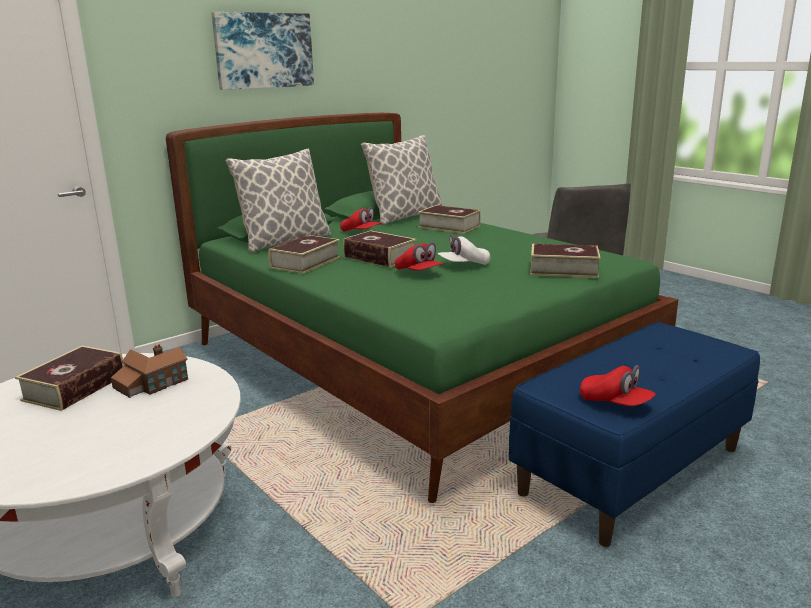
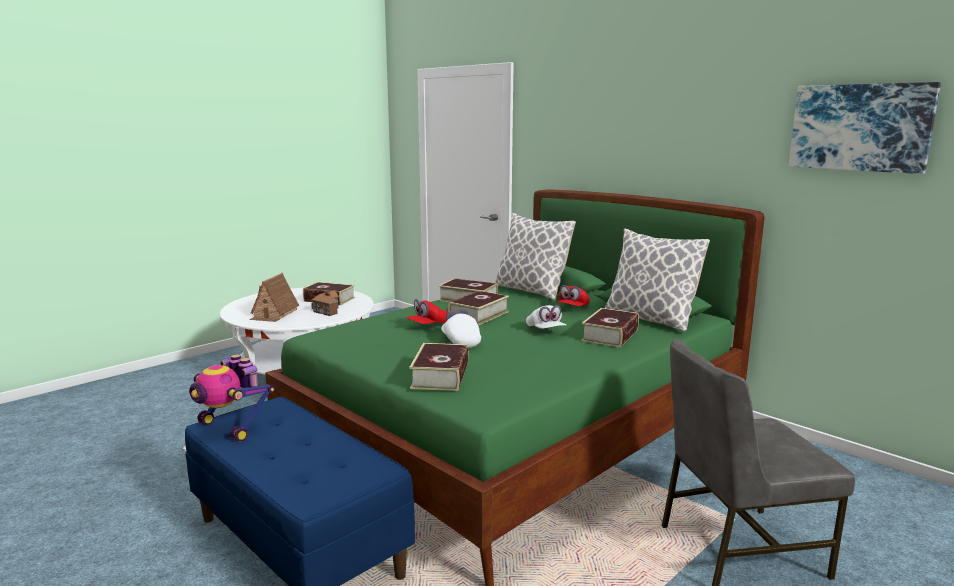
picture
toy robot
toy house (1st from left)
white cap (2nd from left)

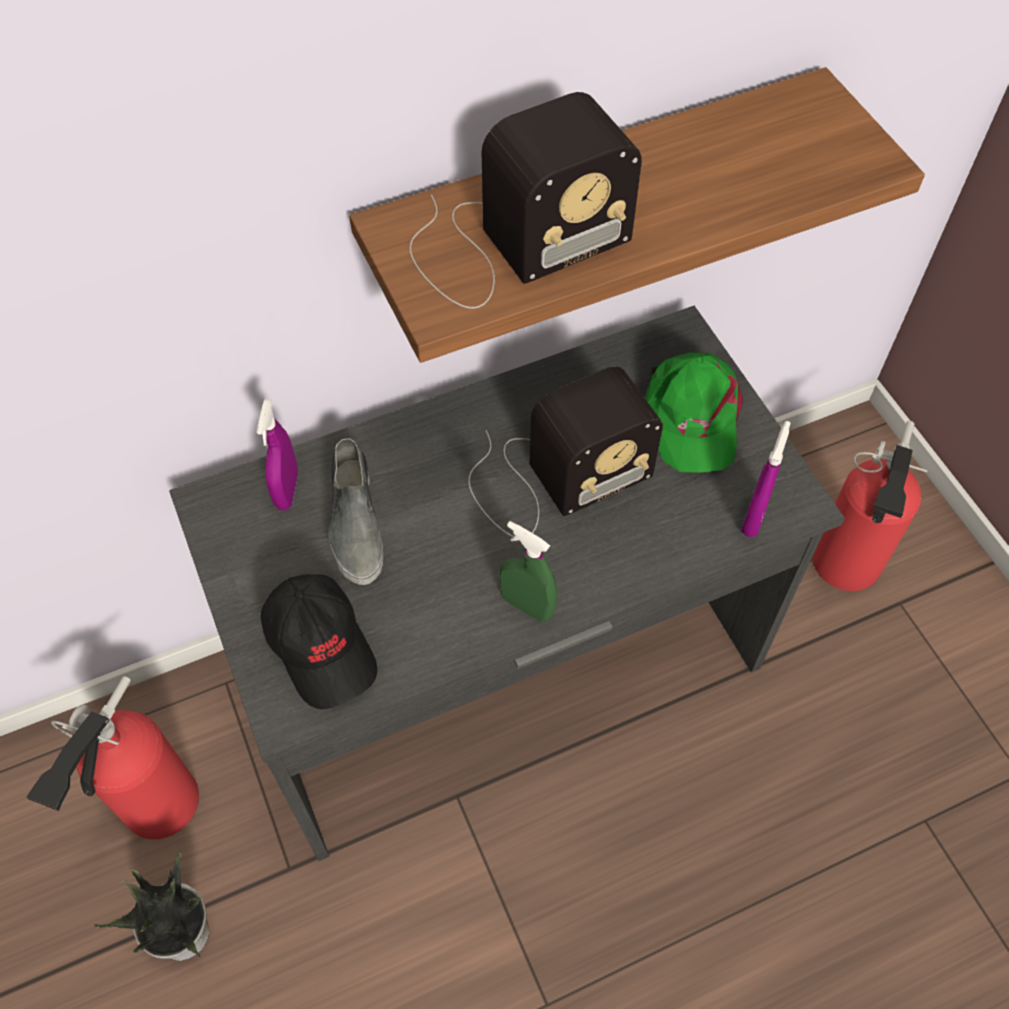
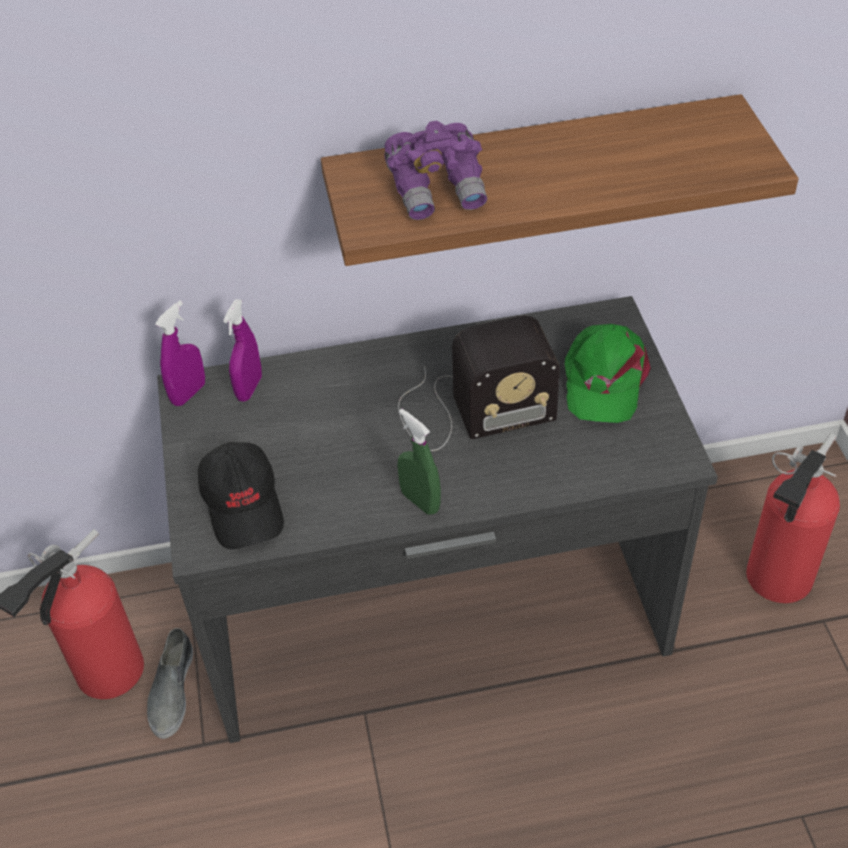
potted plant
grey shoe
purple binoculars
purple spray bottle (1st from left)

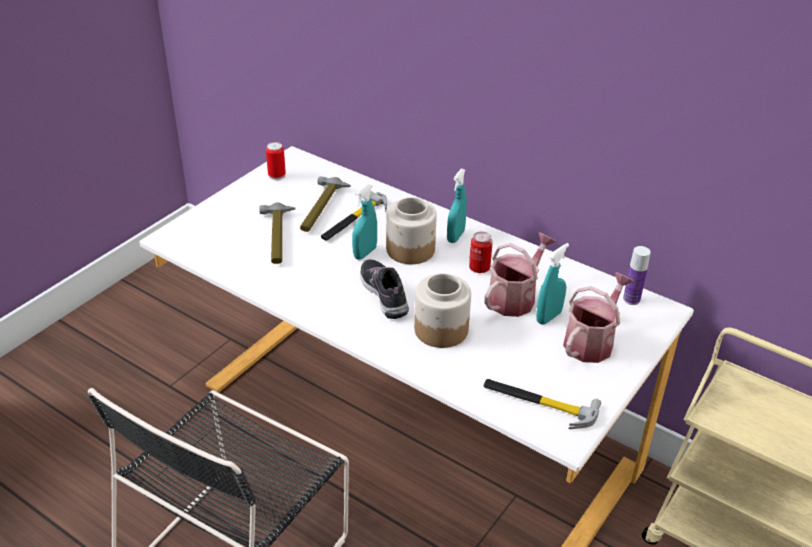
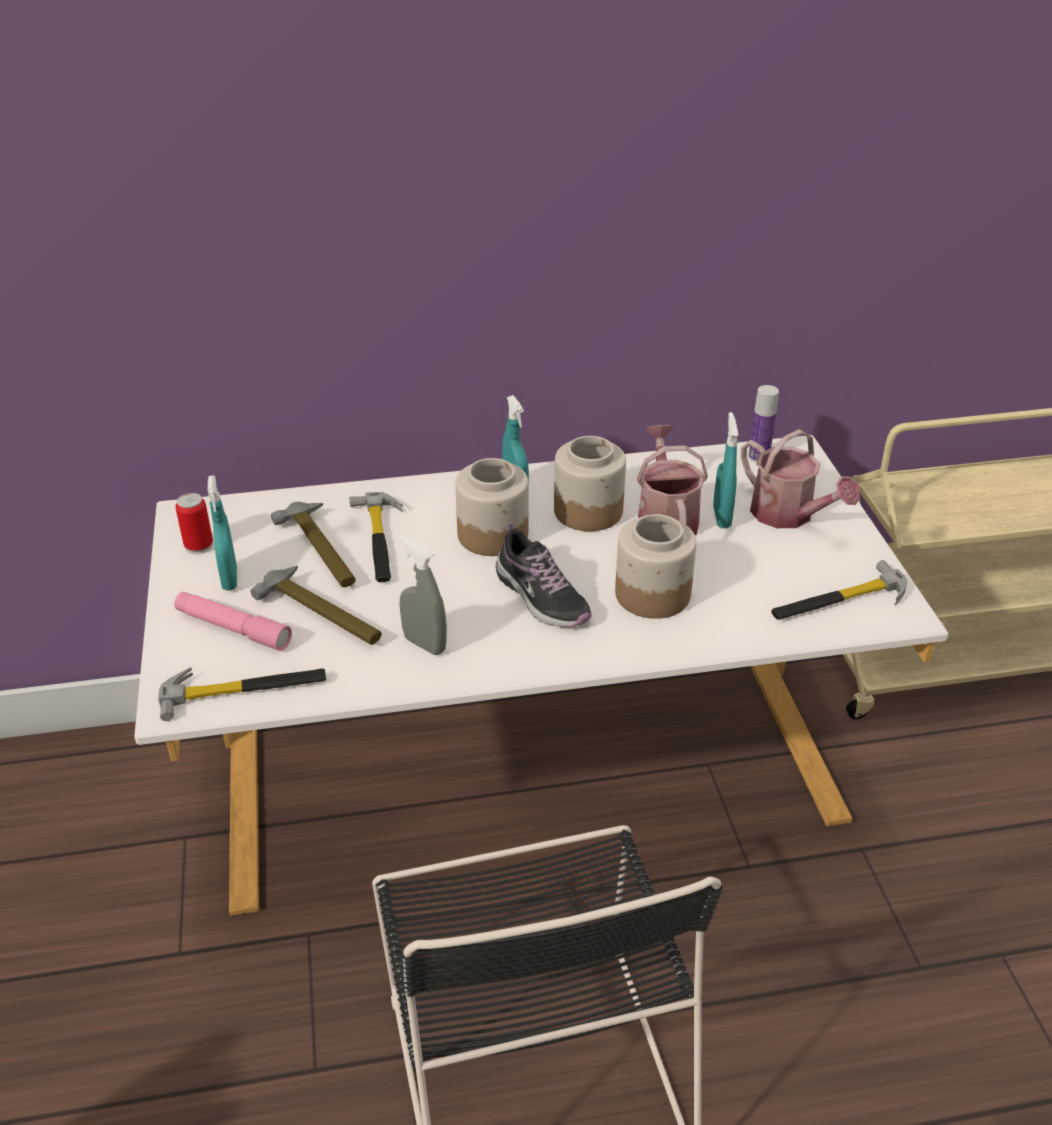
turquoise spray bottle (1st from left)
shoe
jar (2nd from left)
watering can (2nd from left)
hammer (1st from left)
pink flashlight
grey spray bottle

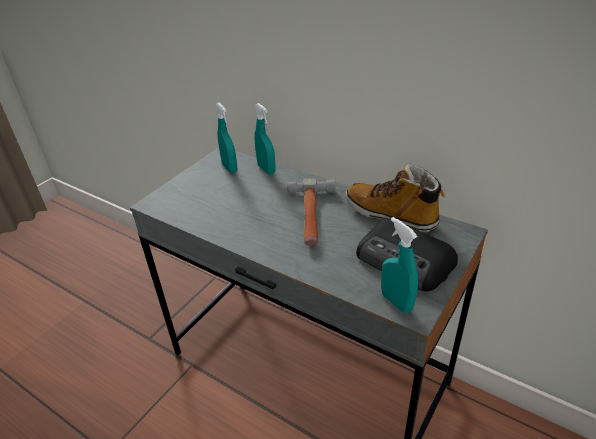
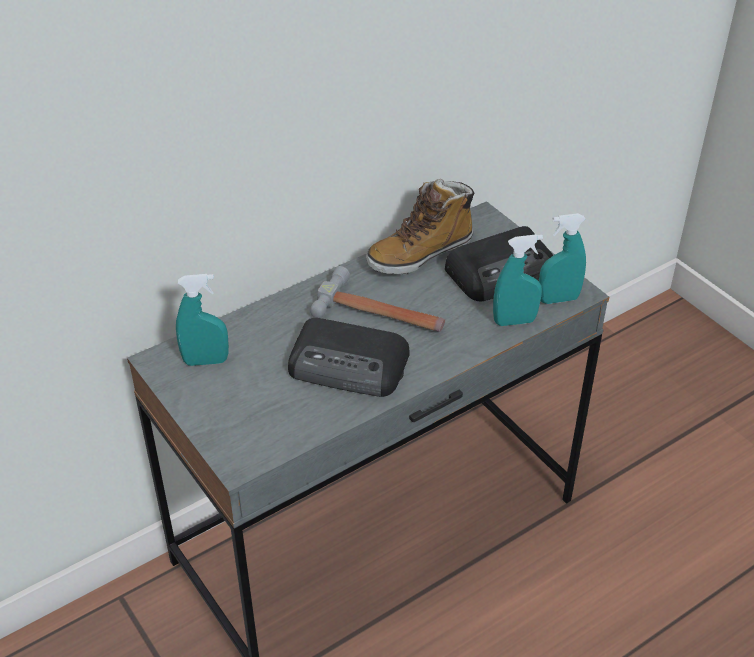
turquoise spray bottle (2nd from left)
radio (1st from left)

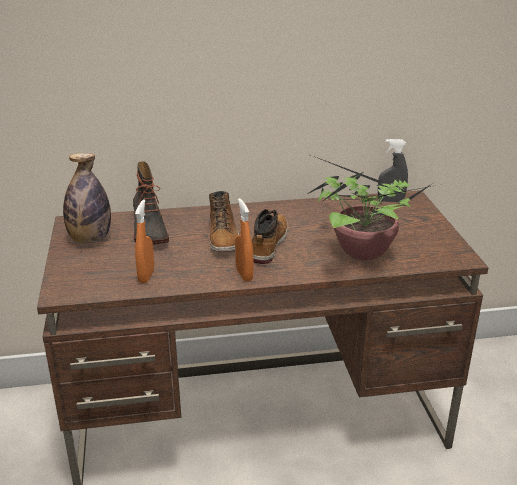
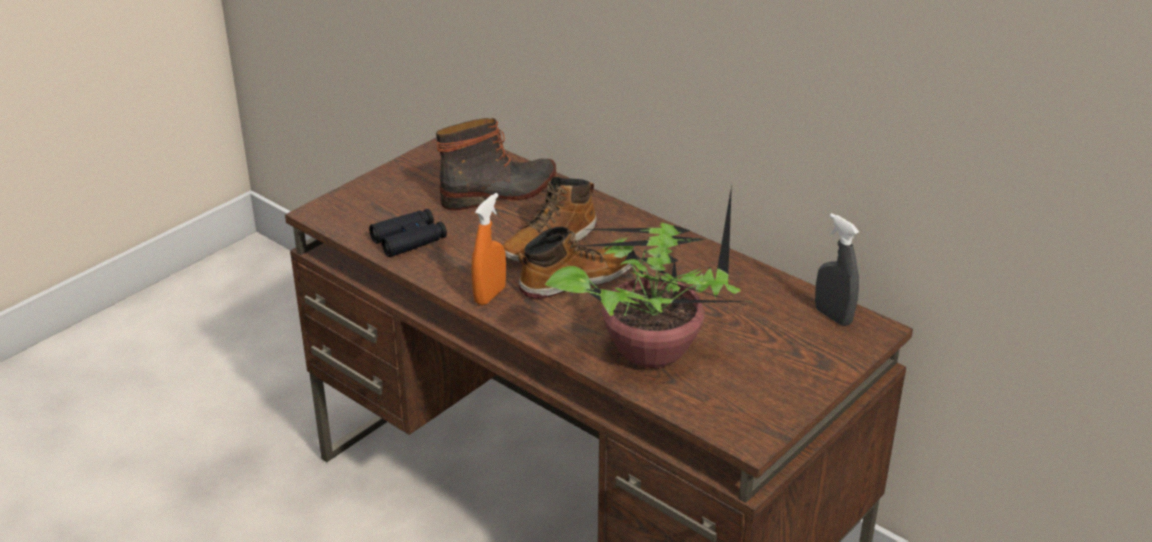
bottle
boot (1st from left)
black binoculars

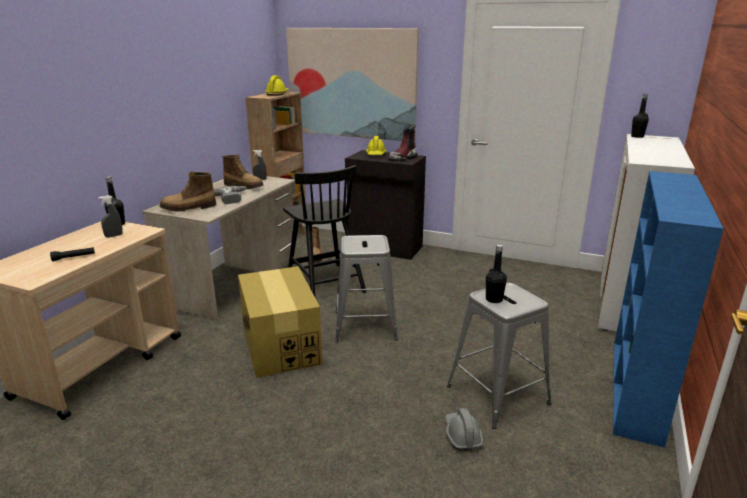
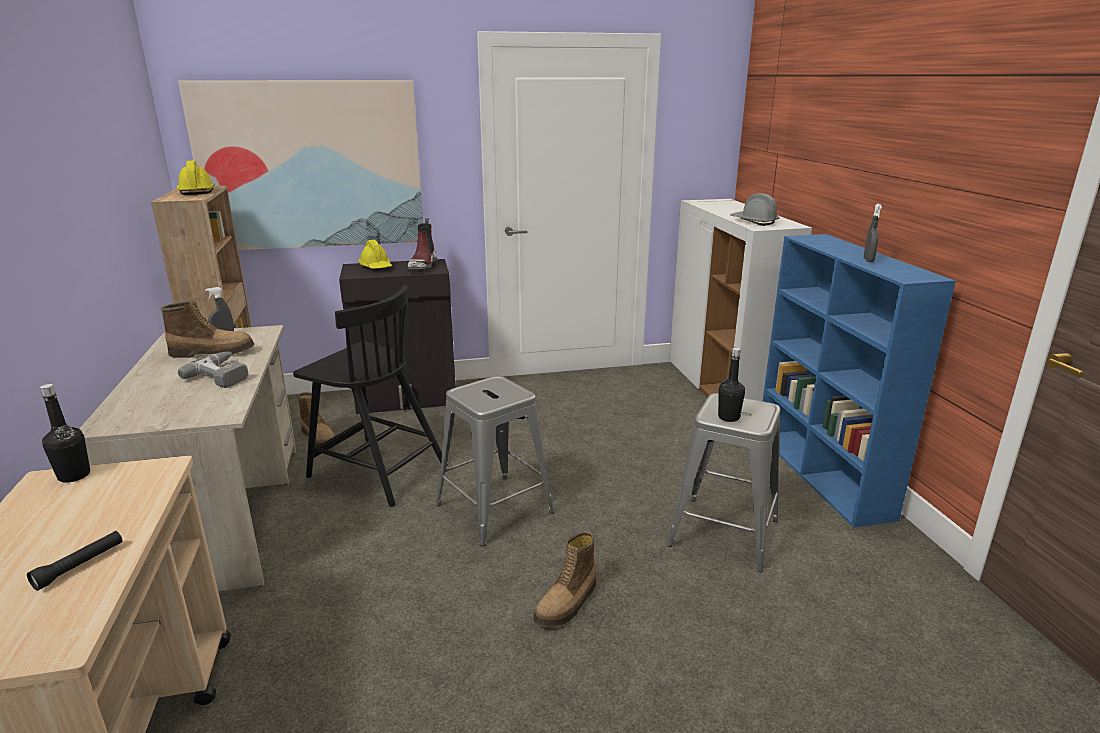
grey spray bottle (2nd from left)
boot (4th from left)
cardboard box
grey hard hat
black bottle (3rd from left in the first image)

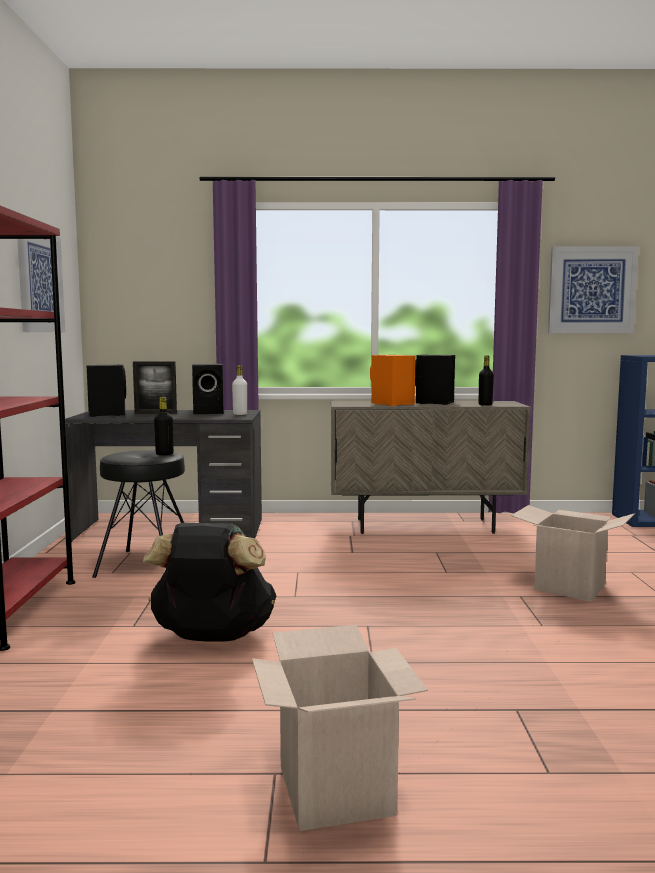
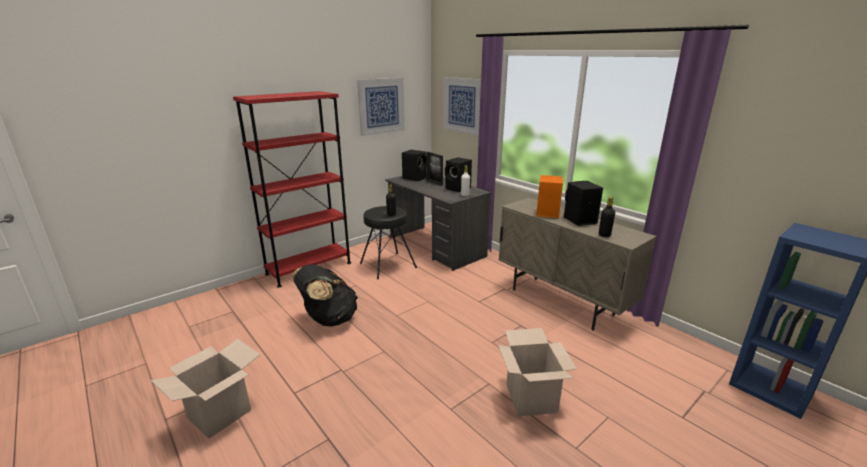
picture (2nd from left)

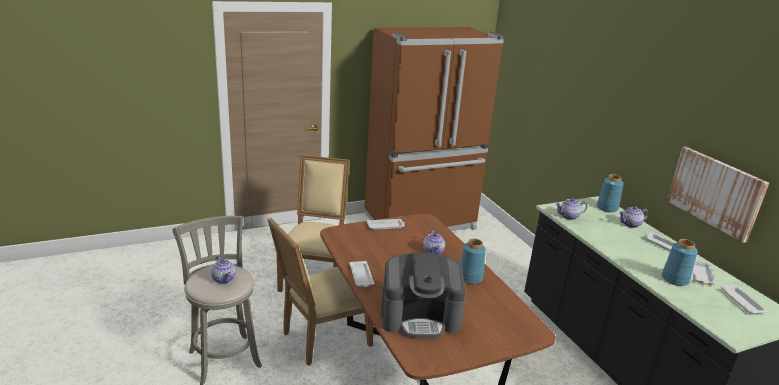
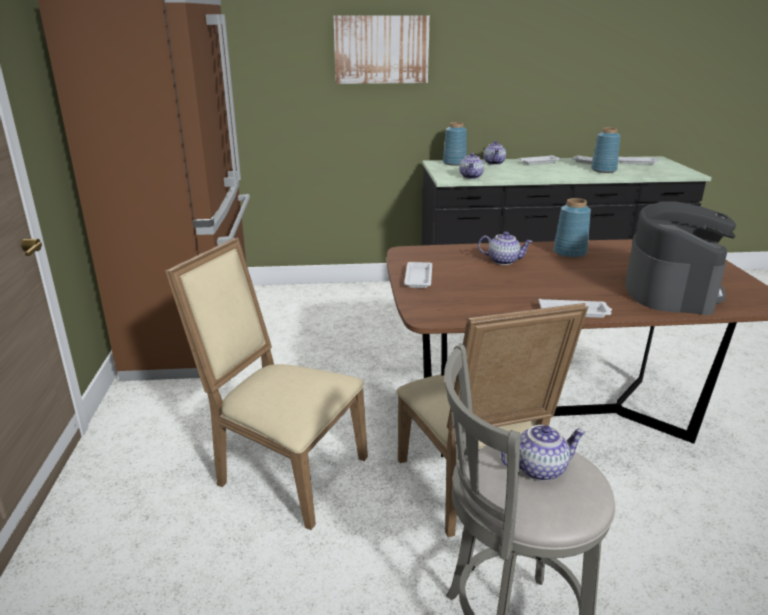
picture

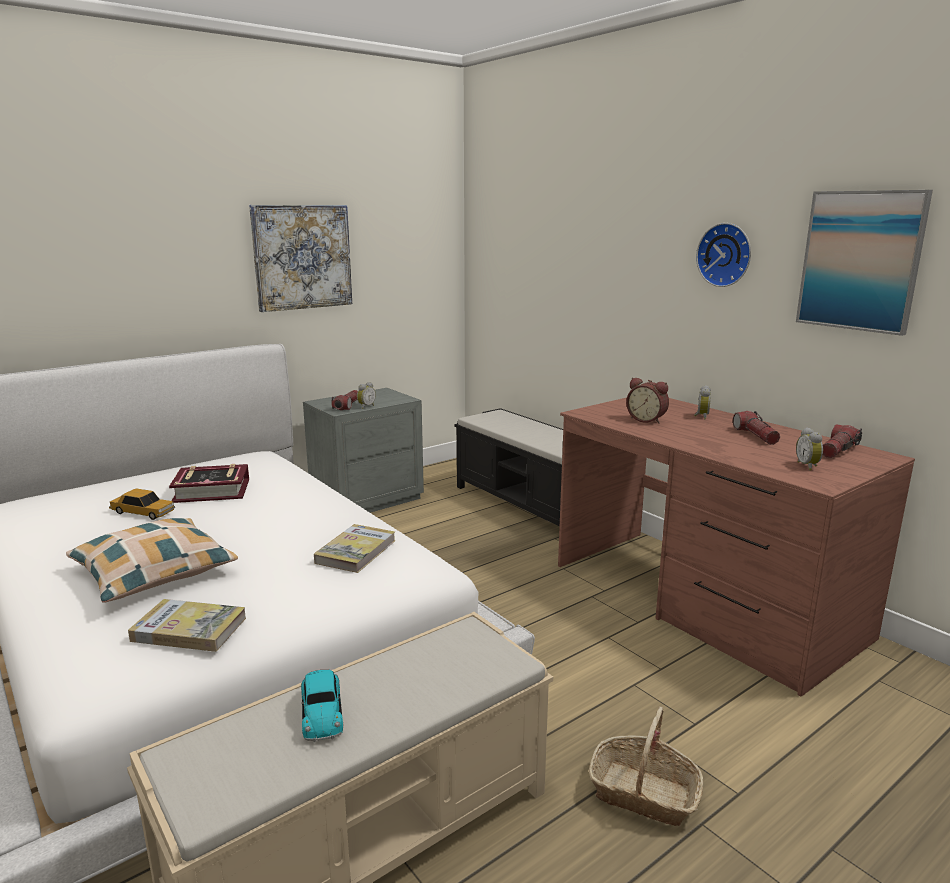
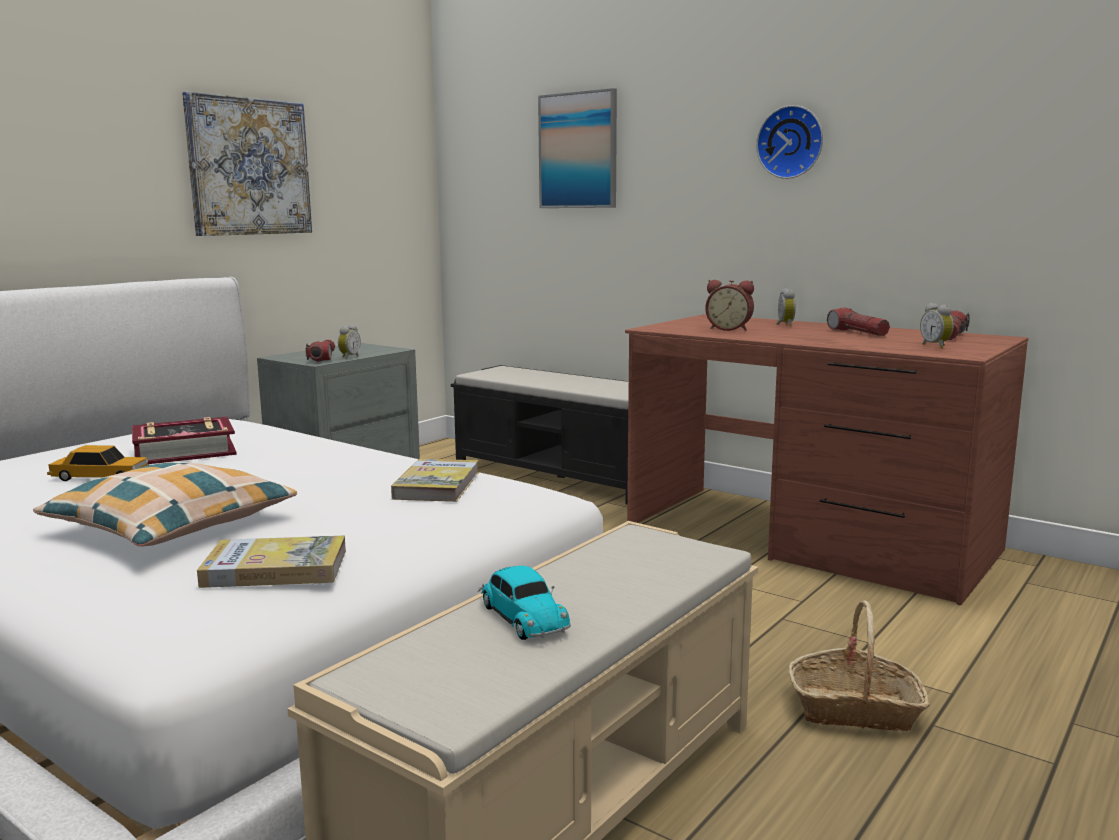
picture (2nd from left)

